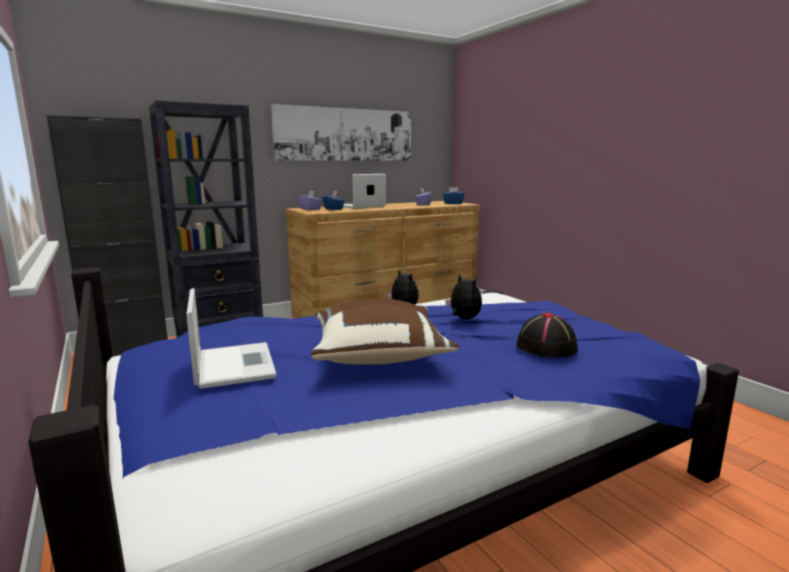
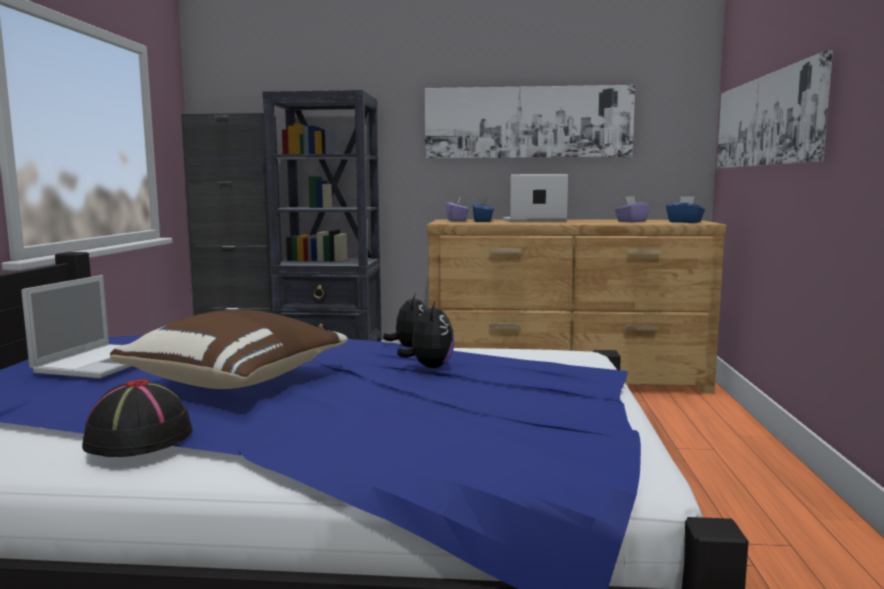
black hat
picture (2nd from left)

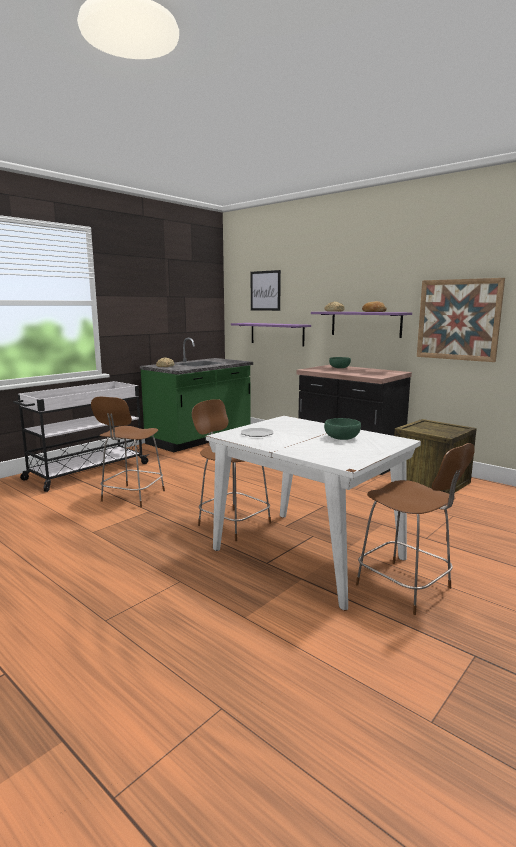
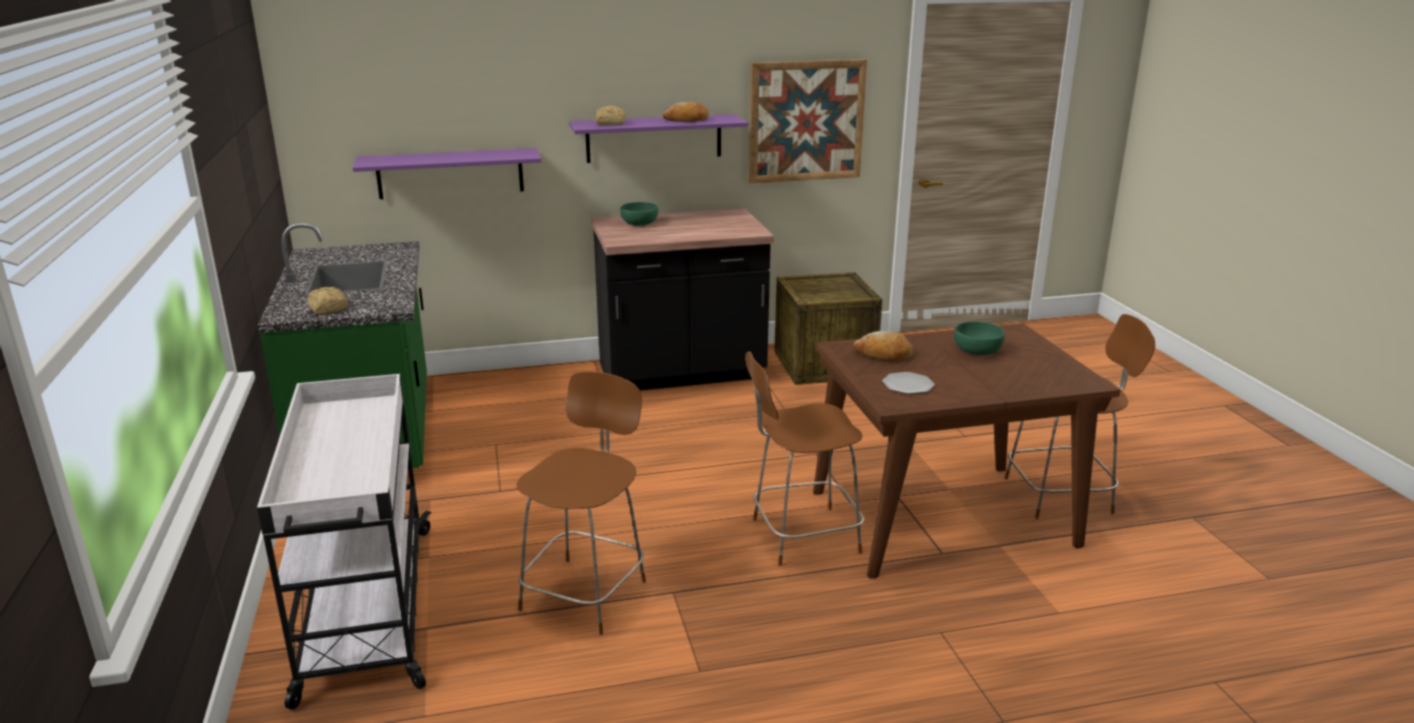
brown chair (1st from left)
brown dining table
picture (1st from left in the first image)
bread (4th from left)

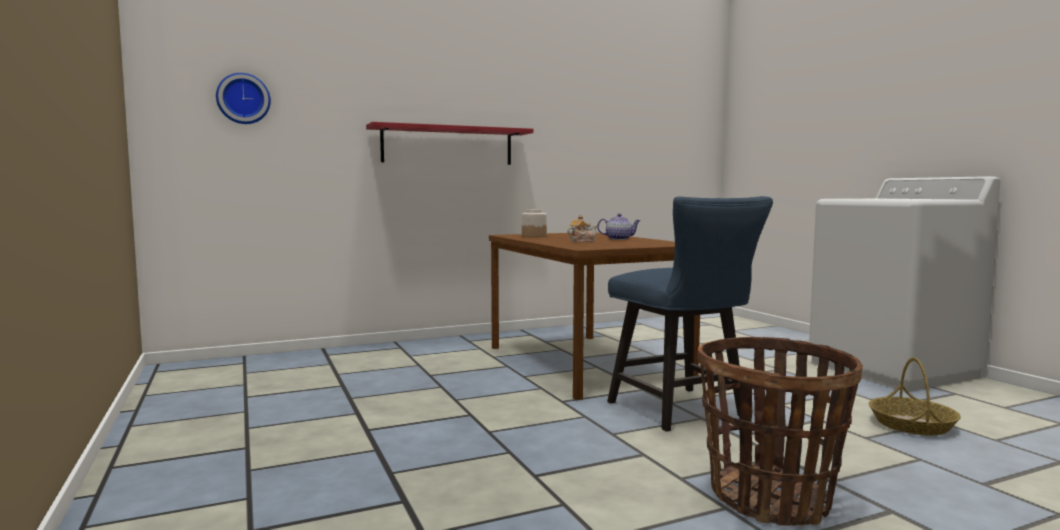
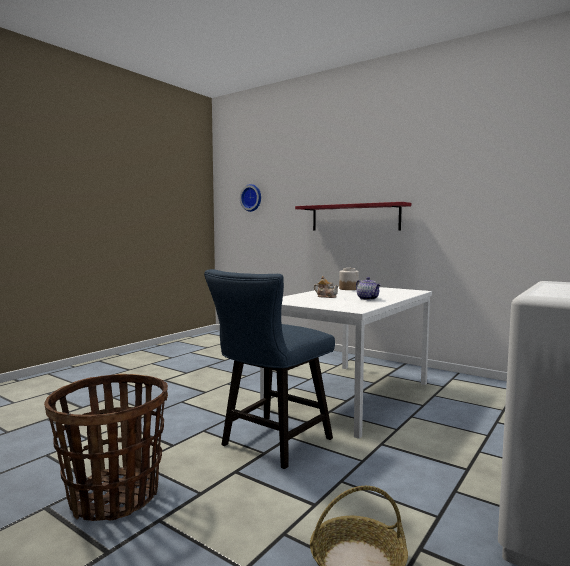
white dining table

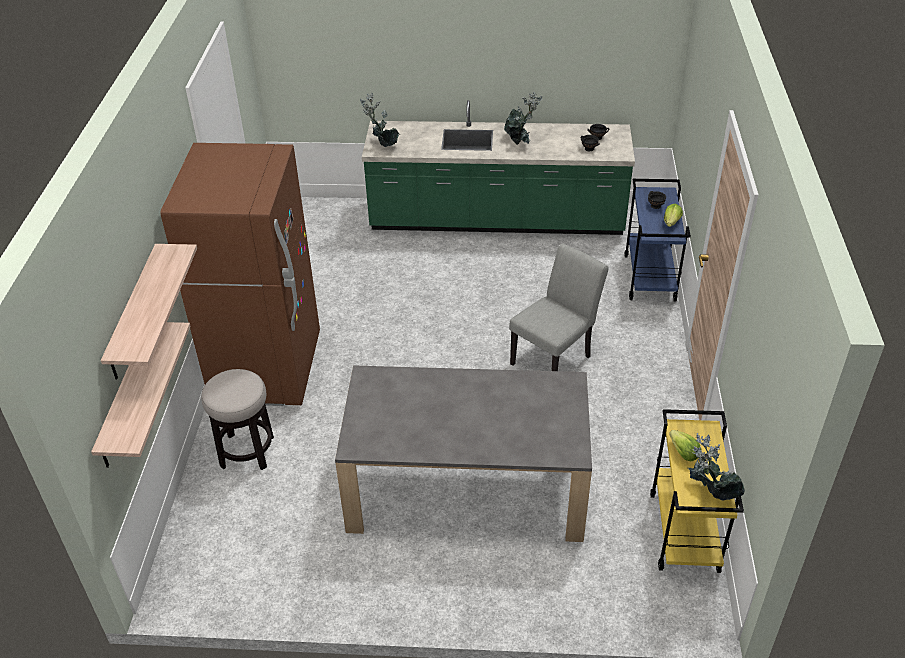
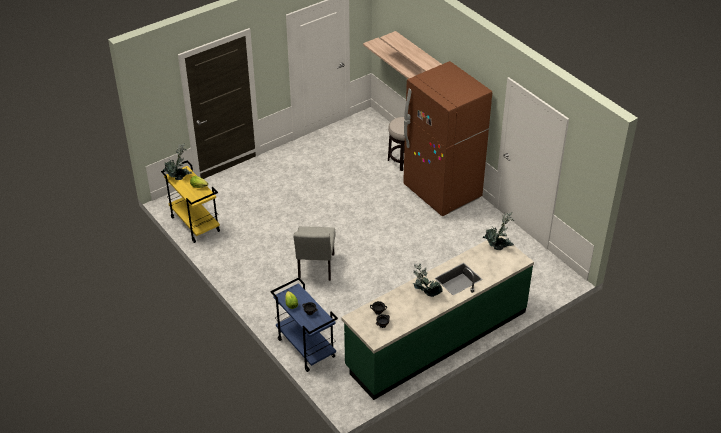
grey dining table

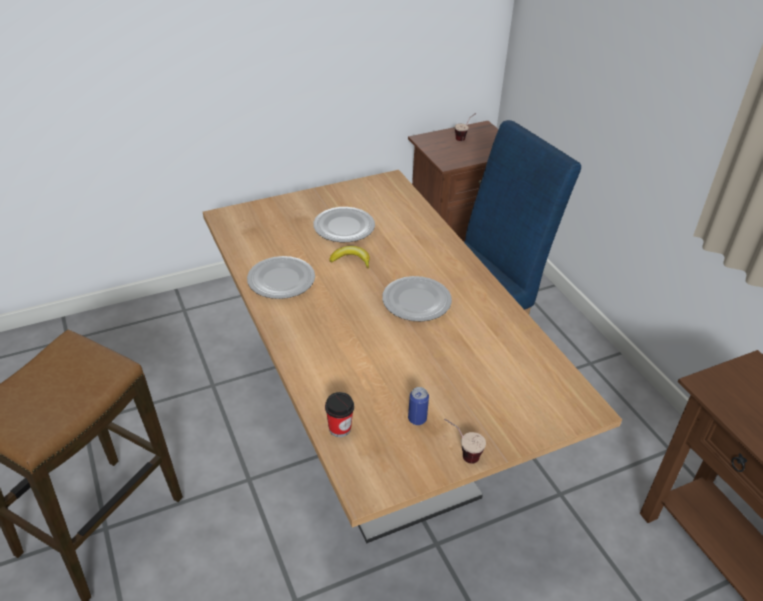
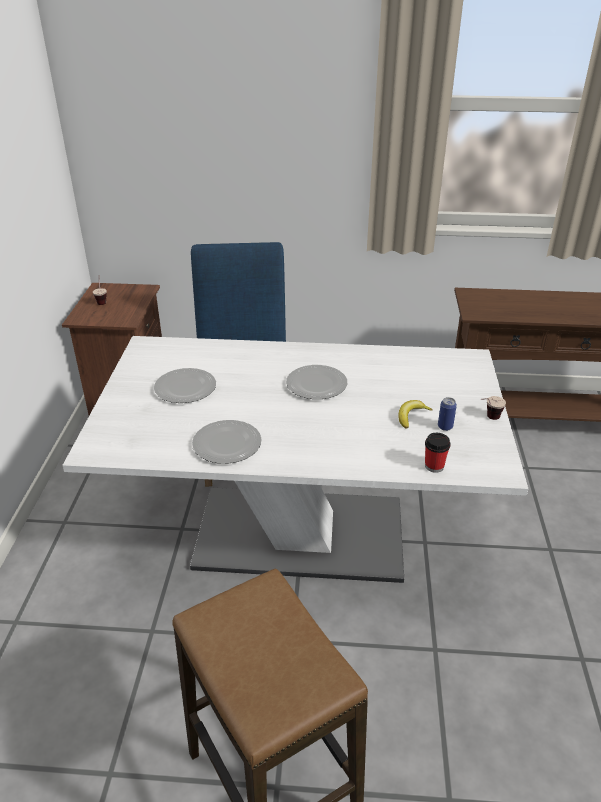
white dining table
banana

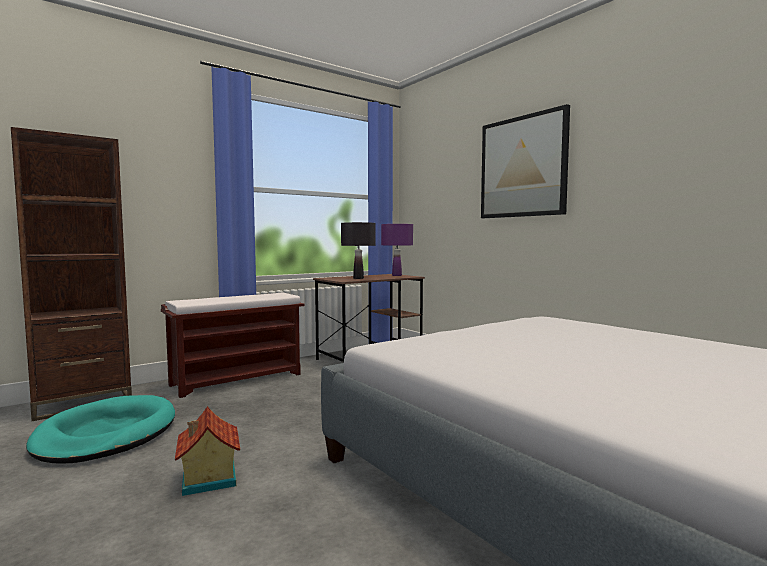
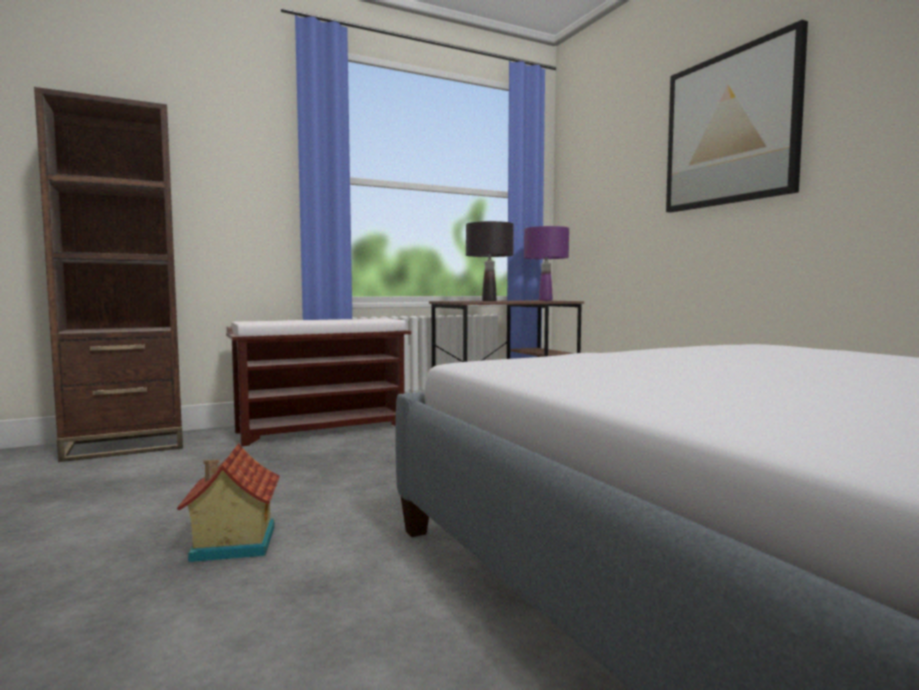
turquoise dog bed

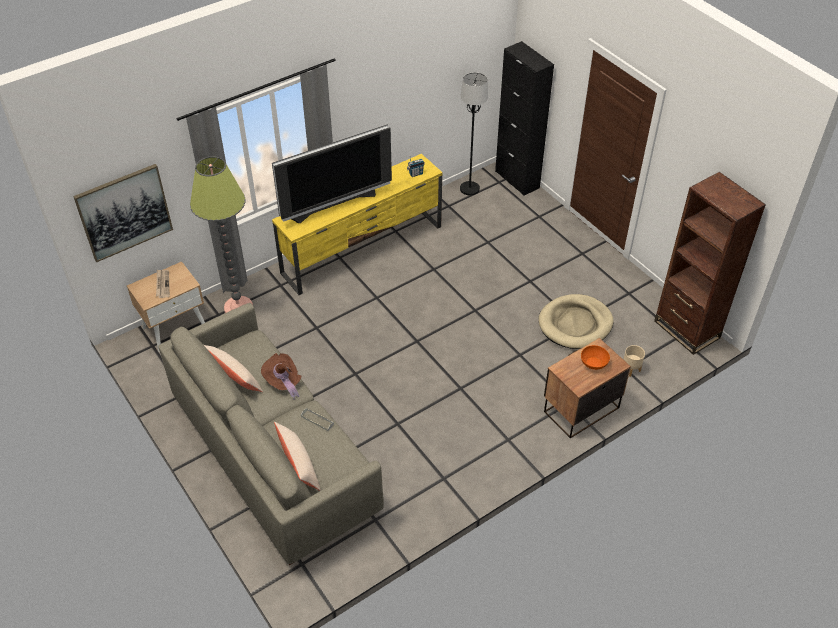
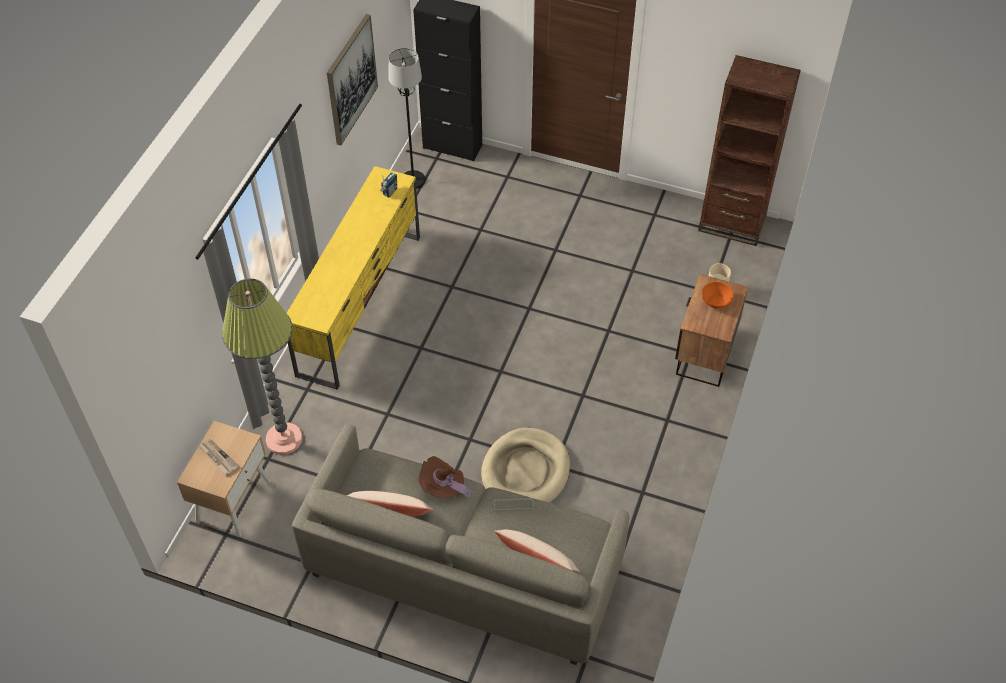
picture
television
beige dog bed

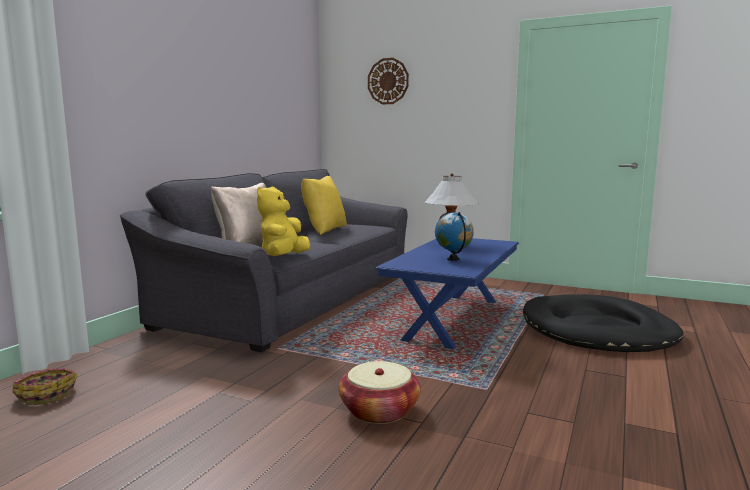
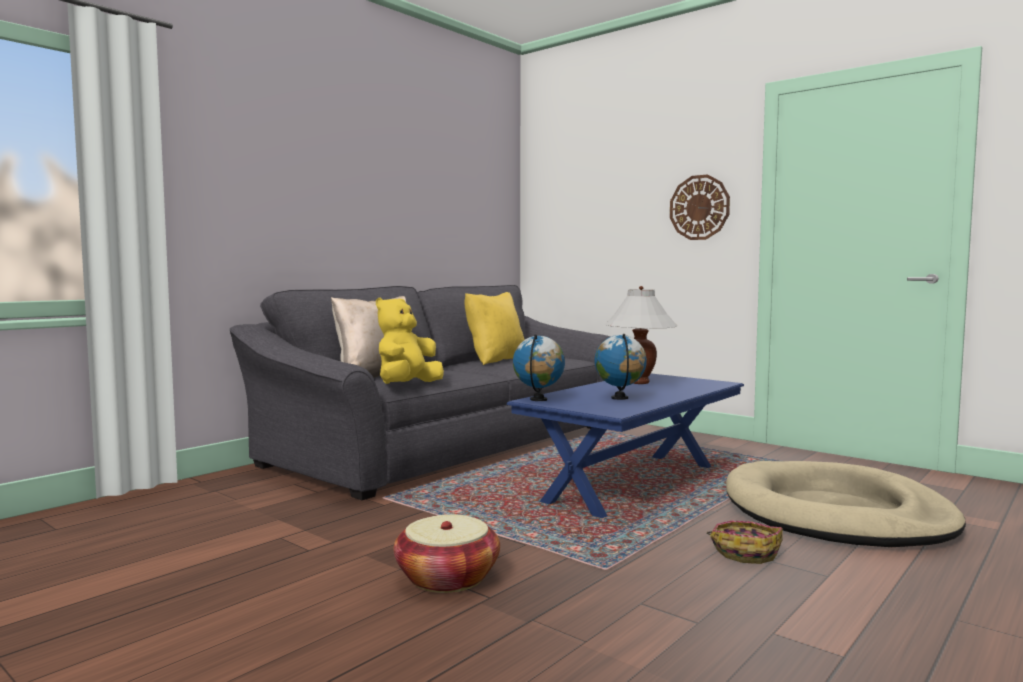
basket (2nd from left)
wall clock
beige dog bed
globe (1st from left)

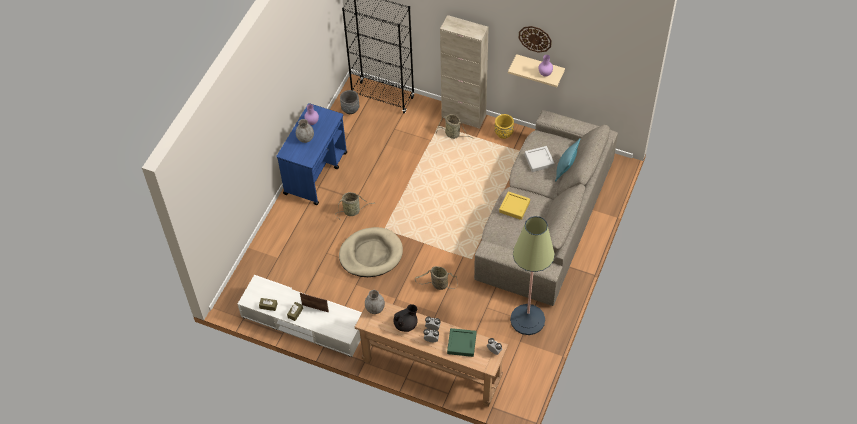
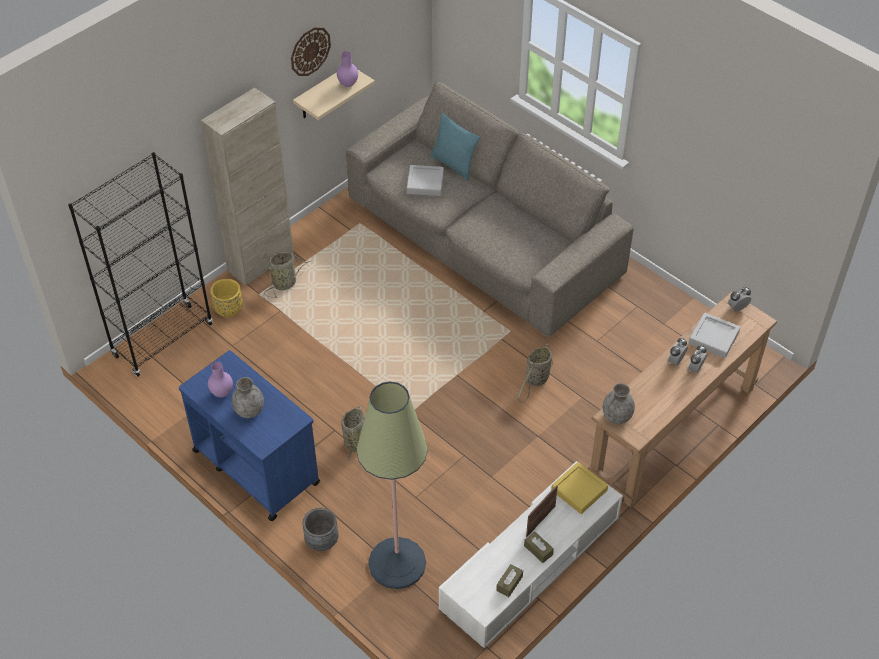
beige dog bed
grey planter
black teapot
grey tray (2nd from left)
yellow planter
yellow tray
floor lamp

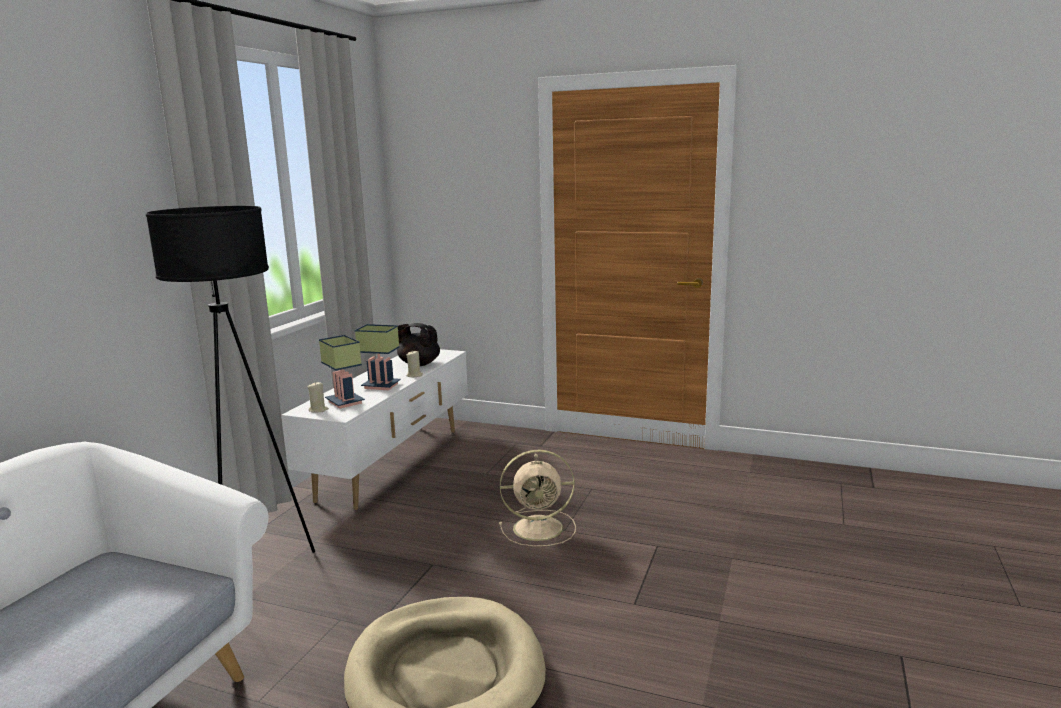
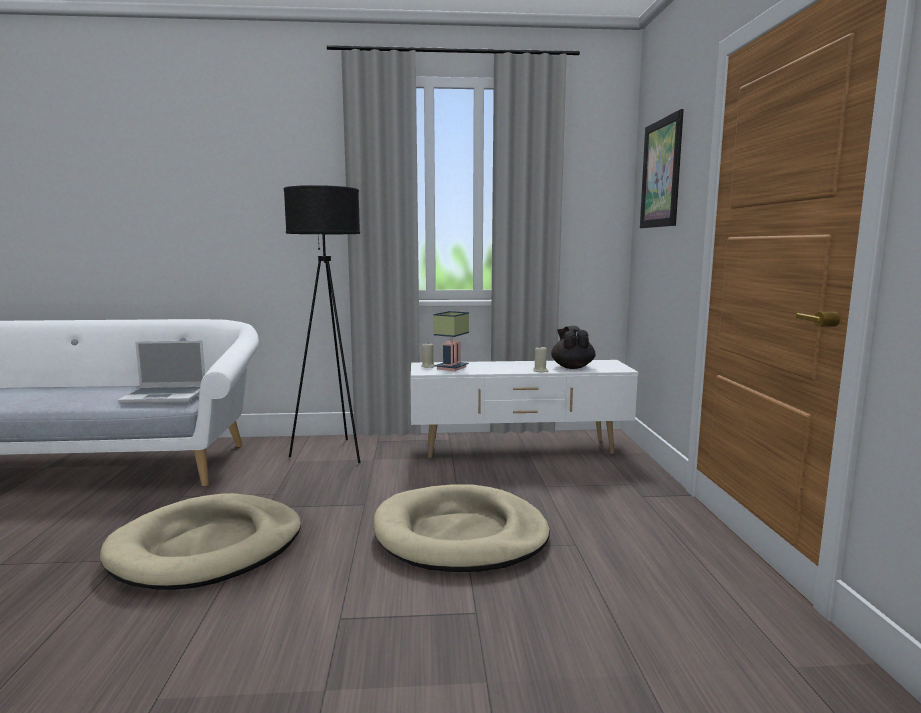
table lamp (2nd from left in the first image)
beige dog bed (2nd from left)
laptop
picture

